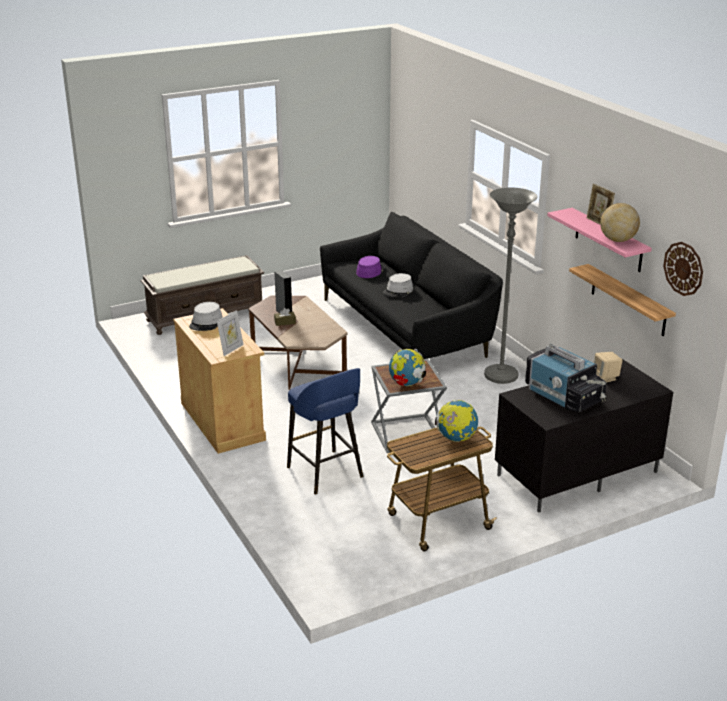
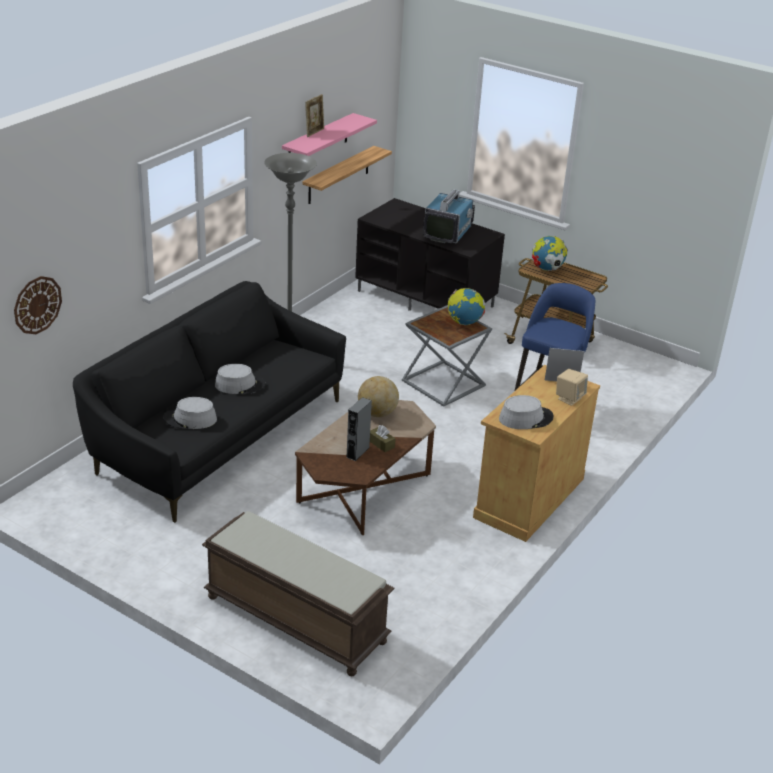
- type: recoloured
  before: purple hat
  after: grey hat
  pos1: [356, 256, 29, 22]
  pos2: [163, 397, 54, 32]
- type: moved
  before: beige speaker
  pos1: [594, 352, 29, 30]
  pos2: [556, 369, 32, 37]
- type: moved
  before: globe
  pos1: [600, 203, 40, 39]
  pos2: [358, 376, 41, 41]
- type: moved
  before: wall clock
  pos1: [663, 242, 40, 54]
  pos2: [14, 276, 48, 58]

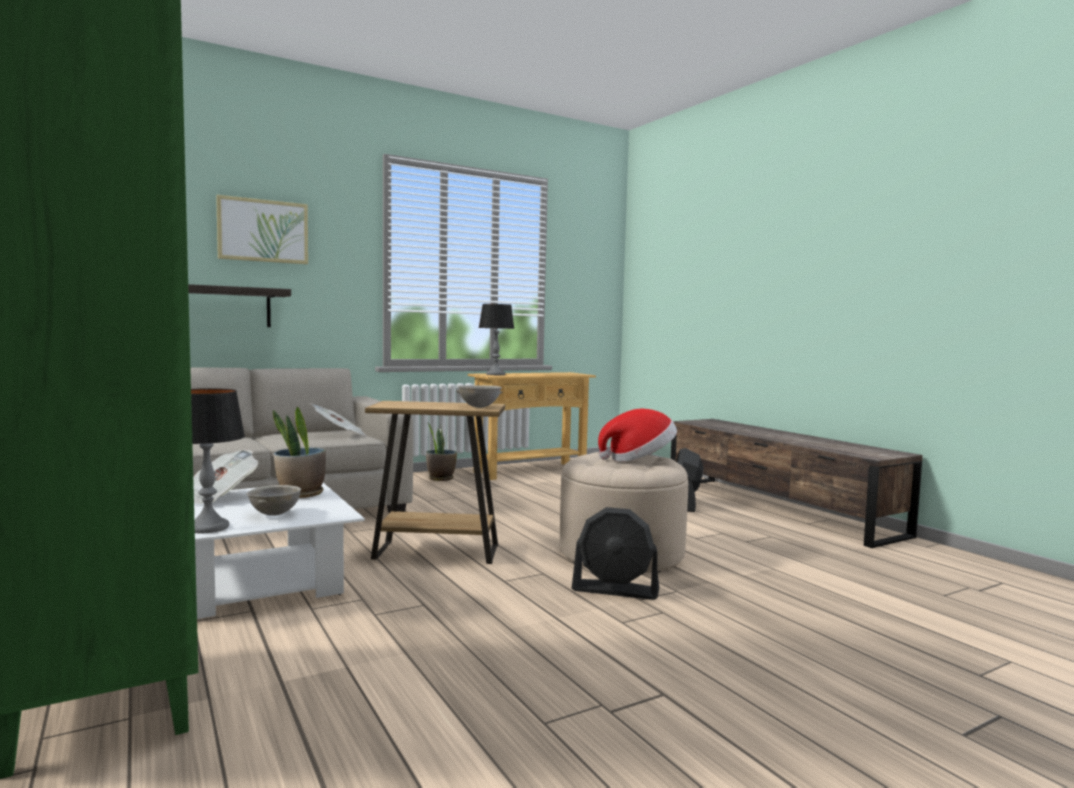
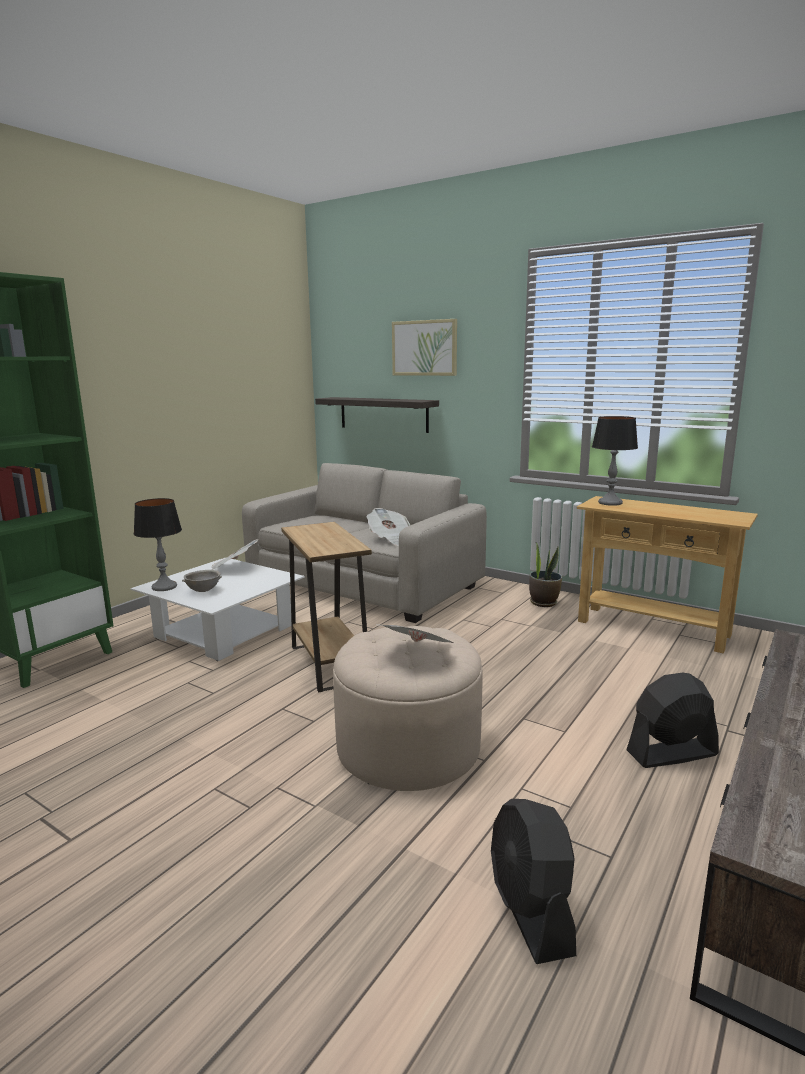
- type: removed
  before: potted plant
  pos1: [273, 407, 53, 91]
- type: removed
  before: grey bowl
  pos1: [456, 385, 46, 23]
- type: moved
  before: black fan
  pos1: [572, 507, 87, 93]
  pos2: [491, 799, 85, 165]
- type: replaced
  before: hat
  after: newspaper
  pos1: [598, 409, 79, 53]
  pos2: [376, 624, 79, 20]

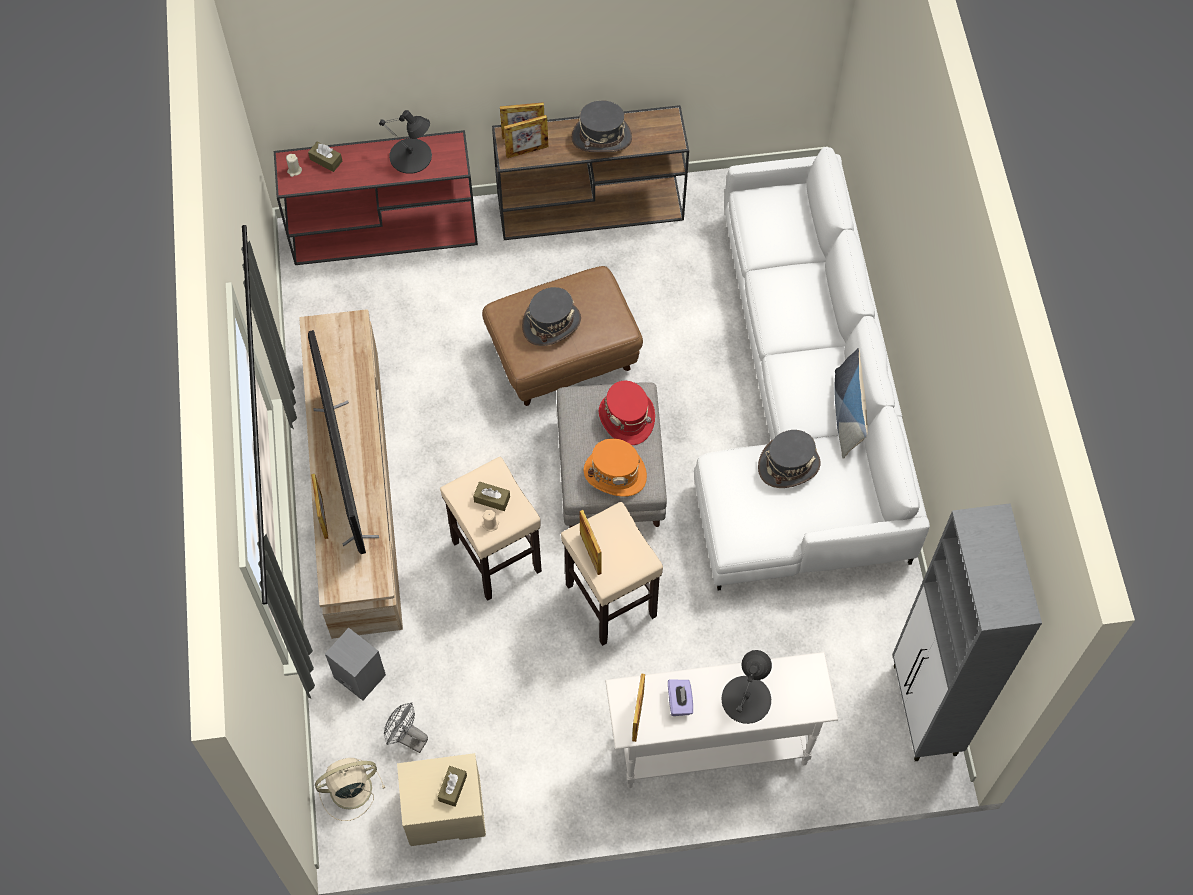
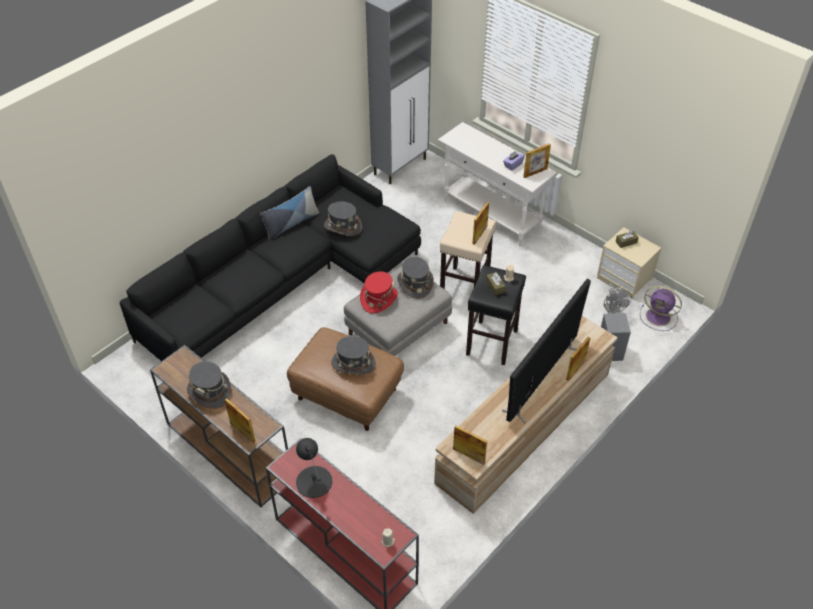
- type: removed
  before: brown tissue box
  pos1: [308, 141, 34, 31]
- type: recoloured
  before: beige fan
  after: purple fan
  pos1: [315, 758, 70, 63]
  pos2: [640, 286, 42, 45]
- type: recoloured
  before: beige stool
  after: black stool
  pos1: [440, 457, 102, 144]
  pos2: [466, 265, 60, 100]
- type: moved
  before: picture frame
  pos1: [504, 115, 44, 43]
  pos2: [453, 426, 34, 39]
- type: recoloured
  before: orange hat
  after: grey hat
  pos1: [583, 439, 64, 58]
  pos2: [397, 257, 37, 42]
- type: recoloured
  before: white sofa
  after: black sofa
  pos1: [694, 147, 236, 444]
  pos2: [119, 154, 302, 207]
- type: removed
  before: black table lamp
  pos1: [722, 650, 50, 74]

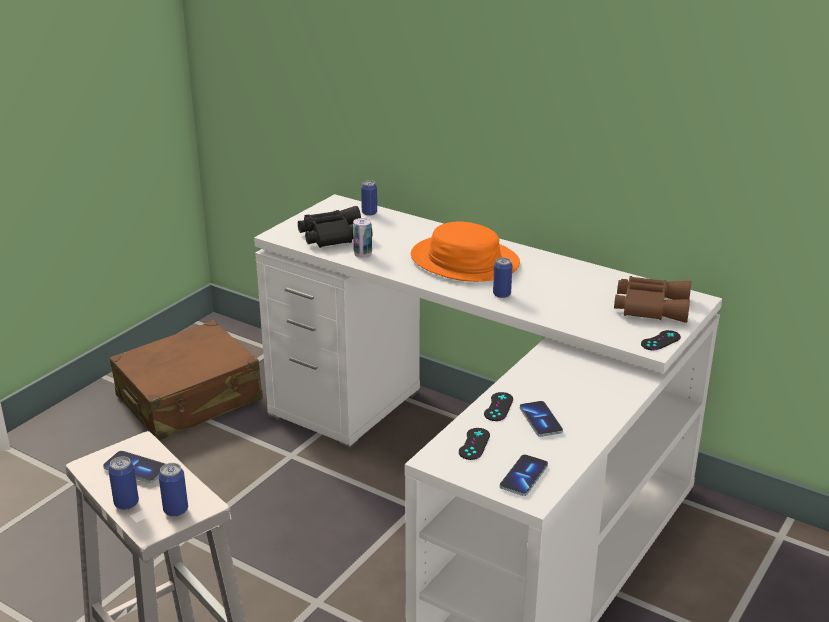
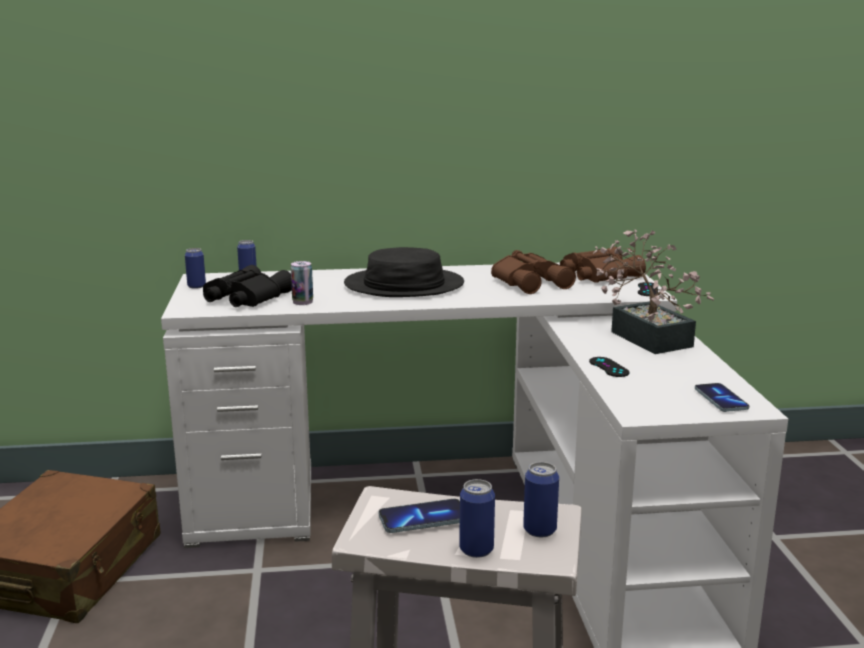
- type: recoloured
  before: orange hat
  after: black hat
  pos1: [411, 221, 109, 61]
  pos2: [344, 247, 120, 50]
- type: removed
  before: black game controller
  pos1: [459, 428, 31, 32]
- type: moved
  before: can
  pos1: [493, 257, 19, 41]
  pos2: [185, 248, 21, 41]
- type: removed
  before: phone
  pos1: [520, 401, 43, 36]
- type: added
  after: brown binoculars
  pos2: [491, 250, 85, 44]
- type: added
  after: potted plant
  pos2: [593, 229, 121, 125]

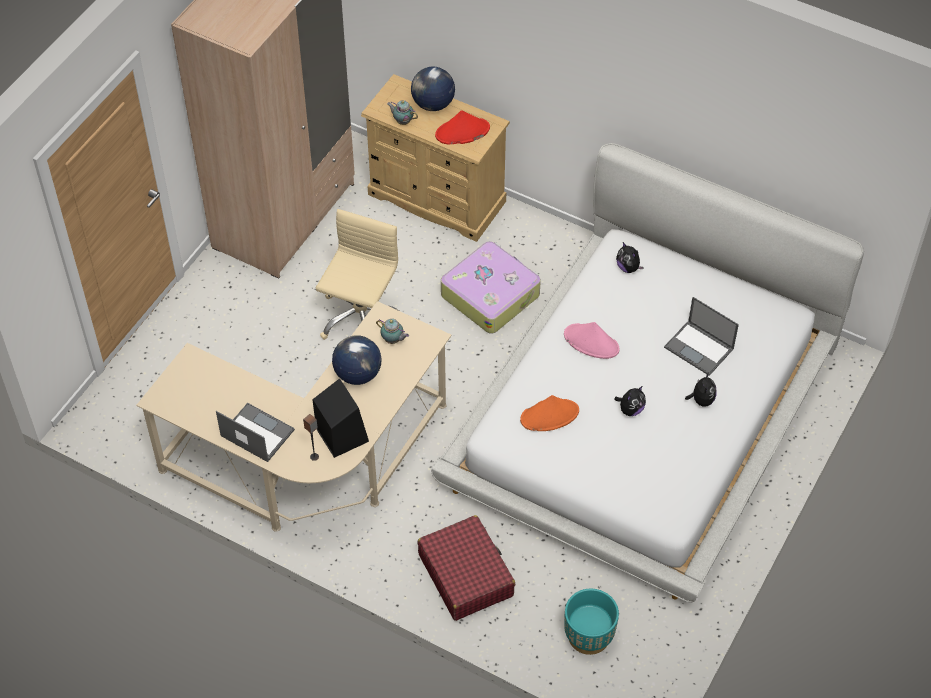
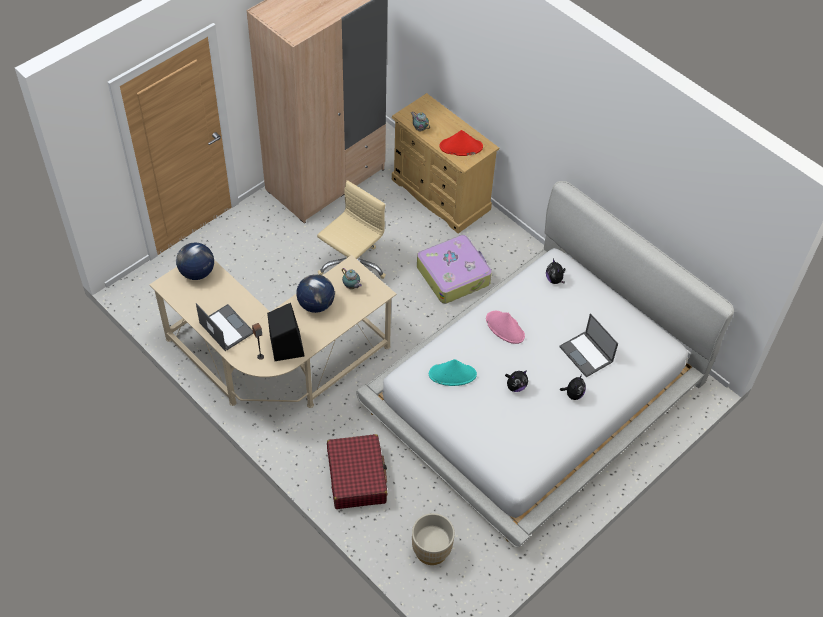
- type: moved
  before: globe
  pos1: [411, 67, 44, 44]
  pos2: [176, 243, 38, 37]
- type: recoloured
  before: orange hat
  after: turquoise hat
  pos1: [520, 395, 59, 36]
  pos2: [429, 359, 48, 27]
- type: recoloured
  before: turquoise planter
  after: beige planter
  pos1: [564, 589, 55, 66]
  pos2: [412, 513, 43, 52]

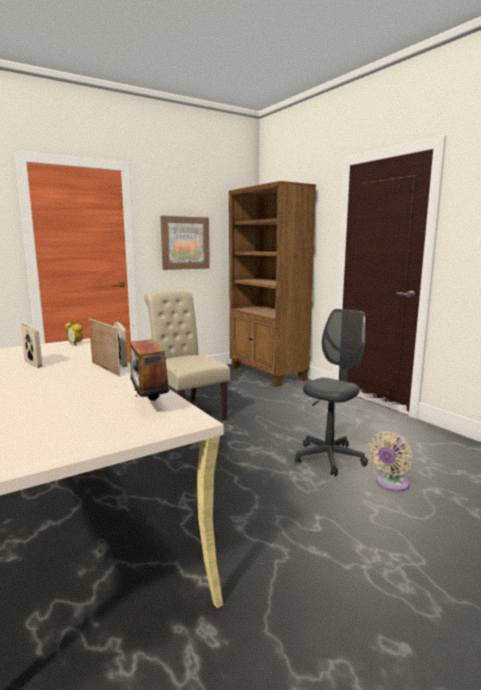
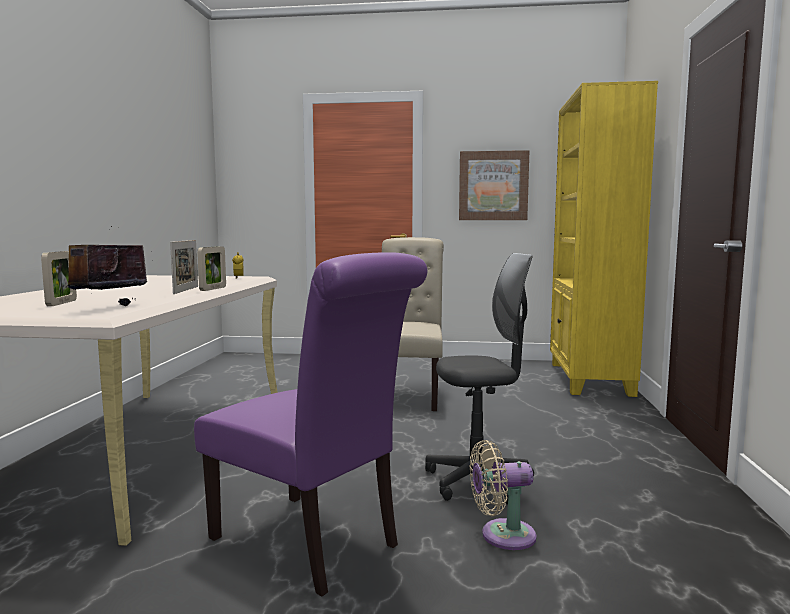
- type: moved
  before: picture frame
  pos1: [21, 323, 21, 45]
  pos2: [41, 251, 36, 55]
- type: recoloured
  before: brown bookcase
  after: yellow bookcase
  pos1: [229, 181, 87, 206]
  pos2: [550, 81, 108, 316]
- type: added
  after: purple chair
  pos2: [194, 252, 234, 345]

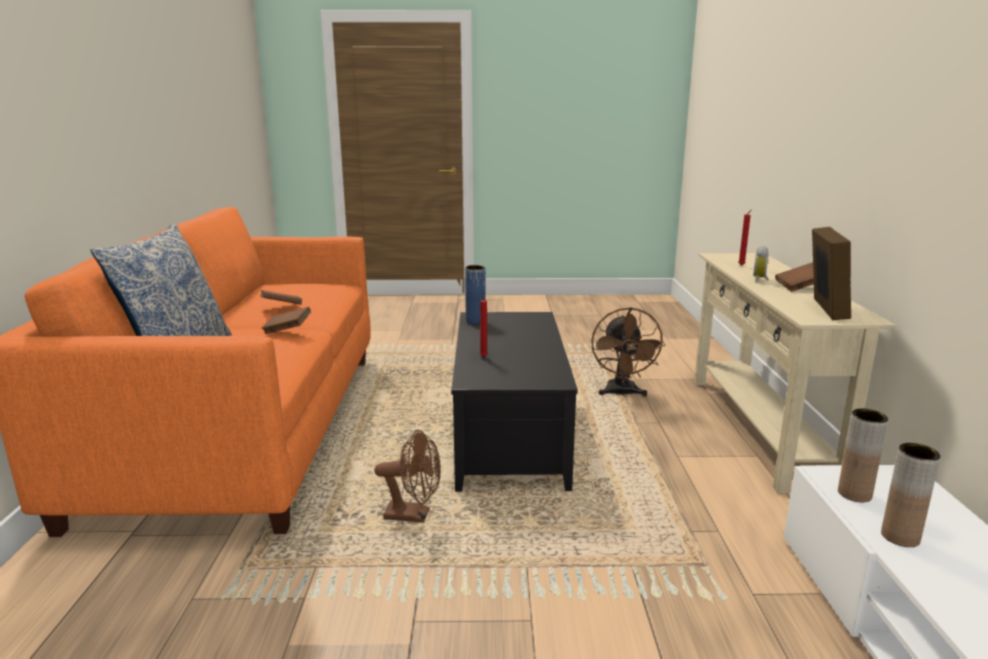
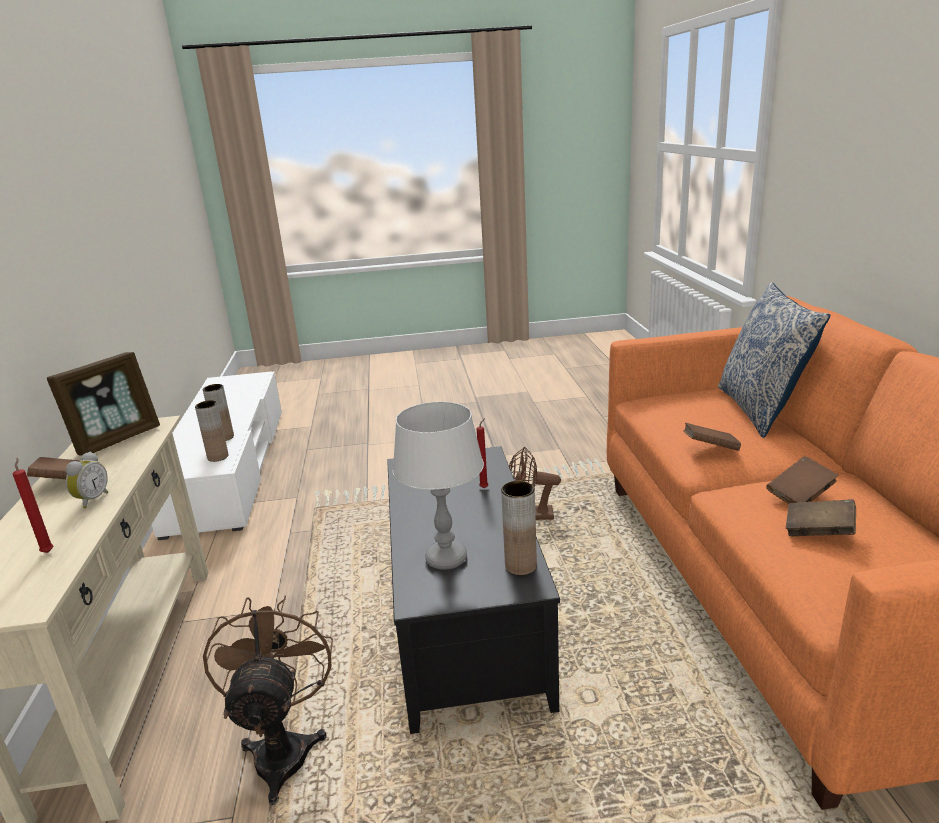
- type: recoloured
  before: blue vase
  after: brown vase
  pos1: [465, 265, 21, 59]
  pos2: [501, 481, 36, 94]
- type: turned
  before: picture frame
  pos1: [812, 227, 39, 93]
  pos2: [47, 352, 113, 104]
  turn: -150
- type: added
  after: grey table lamp
  pos2: [393, 402, 91, 168]
- type: added
  after: brown book
  pos2: [786, 499, 70, 37]

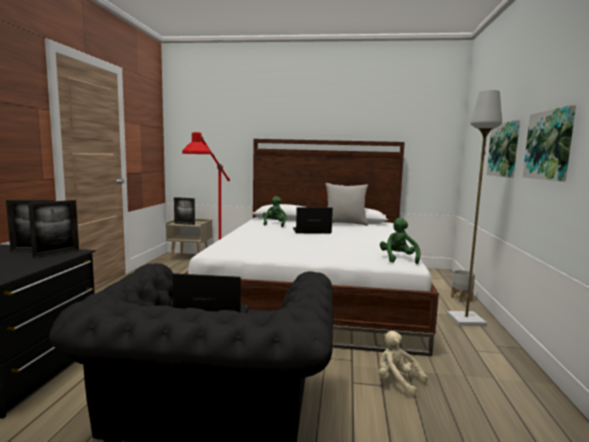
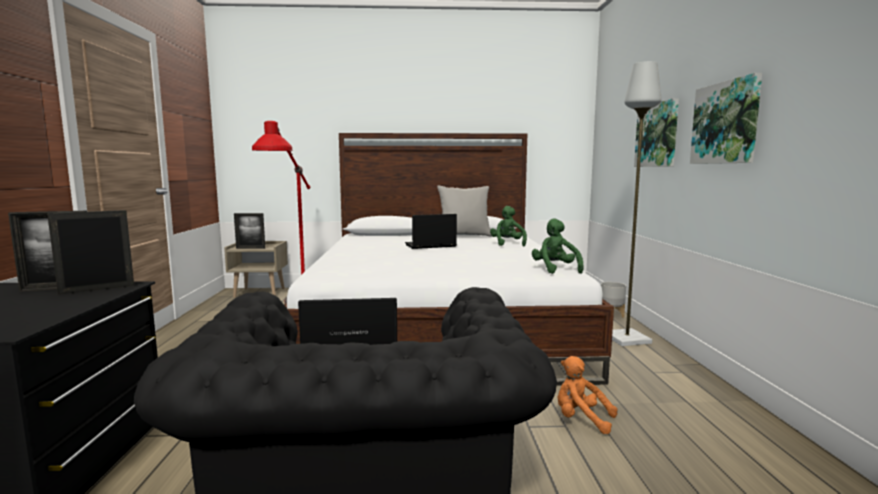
- type: turned
  before: picture frame
  pos1: [28, 200, 51, 58]
  pos2: [47, 210, 87, 85]
  turn: -150
- type: moved
  before: green plush toy
  pos1: [263, 196, 24, 31]
  pos2: [490, 206, 37, 40]
- type: recoloured
  before: beige plush toy
  after: orange plush toy
  pos1: [378, 331, 50, 65]
  pos2: [558, 356, 60, 78]

